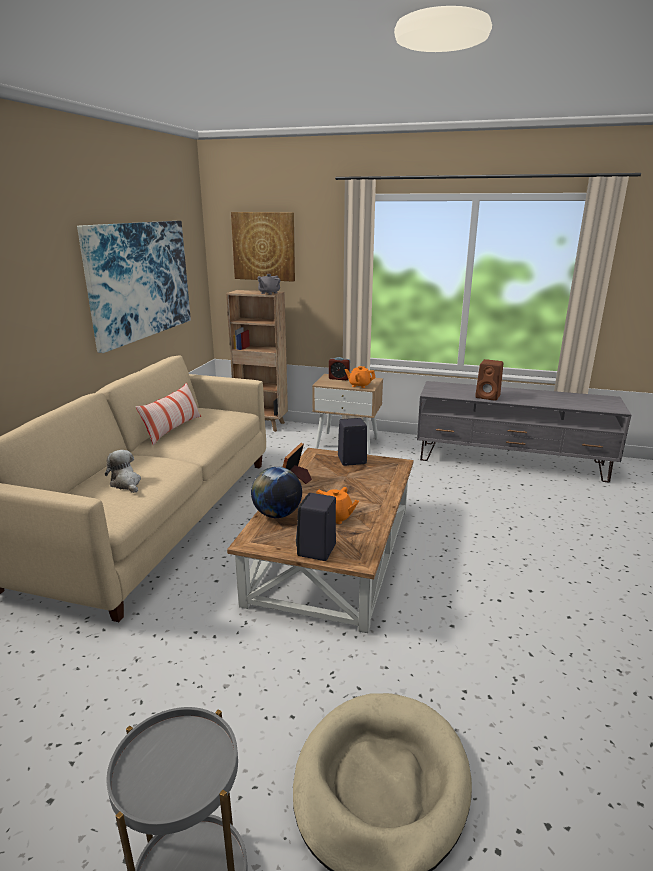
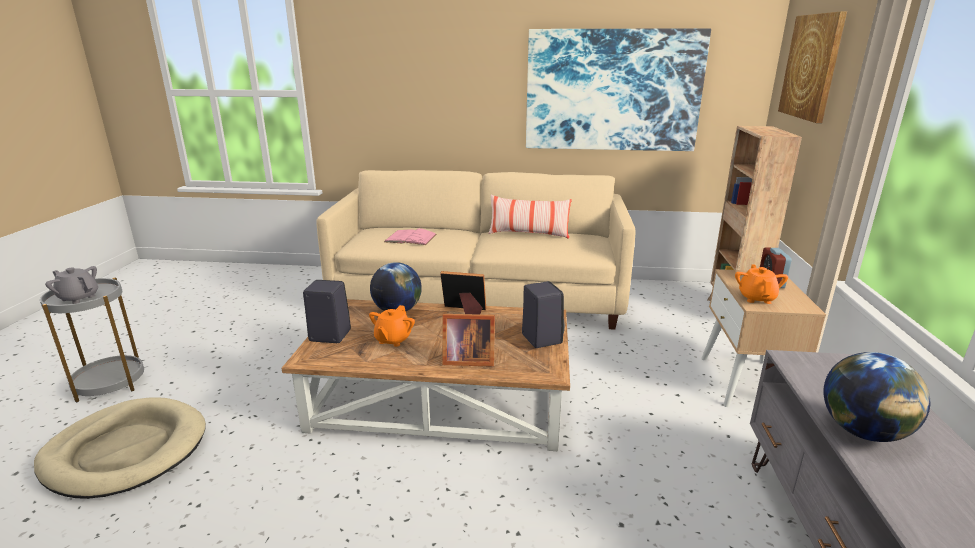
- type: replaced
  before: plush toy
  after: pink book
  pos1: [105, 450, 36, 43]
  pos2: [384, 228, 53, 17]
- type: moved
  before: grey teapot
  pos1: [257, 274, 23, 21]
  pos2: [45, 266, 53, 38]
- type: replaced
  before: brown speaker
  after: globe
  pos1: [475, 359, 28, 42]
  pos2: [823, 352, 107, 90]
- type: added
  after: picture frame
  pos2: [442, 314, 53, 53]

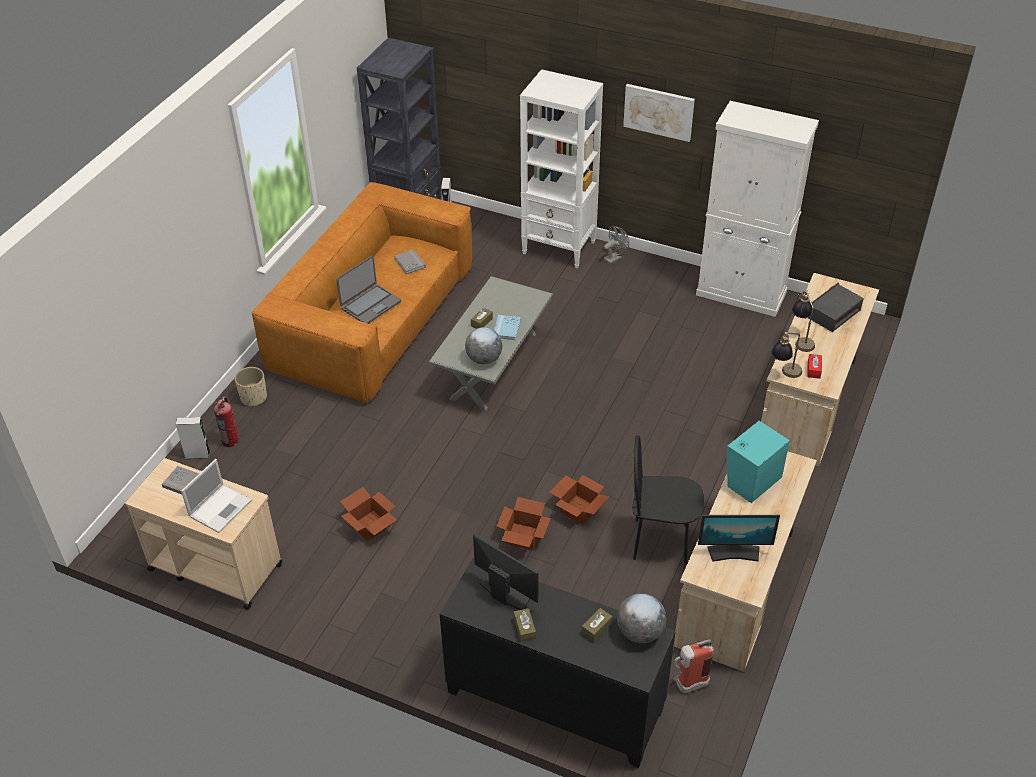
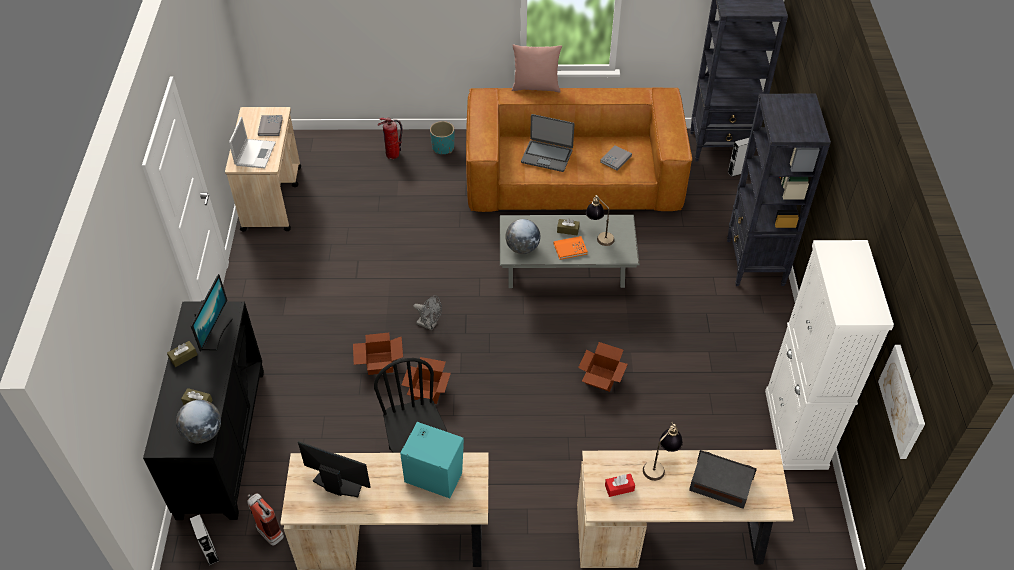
- type: moved
  before: grey speaker
  pos1: [176, 417, 35, 42]
  pos2: [190, 514, 29, 52]
- type: turned
  before: laptop
  pos1: [181, 459, 71, 74]
  pos2: [229, 117, 47, 52]
  turn: -90
- type: recoloured
  before: beige planter
  after: turquoise planter
  pos1: [235, 367, 32, 39]
  pos2: [430, 121, 24, 33]
- type: moved
  before: cardboard box
  pos1: [340, 487, 57, 54]
  pos2: [578, 342, 50, 50]
- type: recoloured
  before: blue book
  after: orange book
  pos1: [494, 315, 27, 25]
  pos2: [554, 236, 34, 24]
- type: recoloured
  before: white bookcase
  after: black bookcase
  pos1: [520, 69, 83, 200]
  pos2: [727, 94, 104, 192]
- type: moved
  before: grey fan
  pos1: [604, 226, 25, 38]
  pos2: [413, 296, 29, 34]
- type: moved
  before: picture
  pos1: [623, 84, 72, 58]
  pos2: [878, 345, 47, 114]
- type: turned
  before: monitor
  pos1: [698, 515, 82, 47]
  pos2: [298, 441, 72, 56]
  turn: 135
- type: moved
  before: table lamp
  pos1: [771, 332, 31, 46]
  pos2: [586, 195, 29, 51]
- type: added
  after: pink pillow
  pos2: [512, 44, 50, 48]

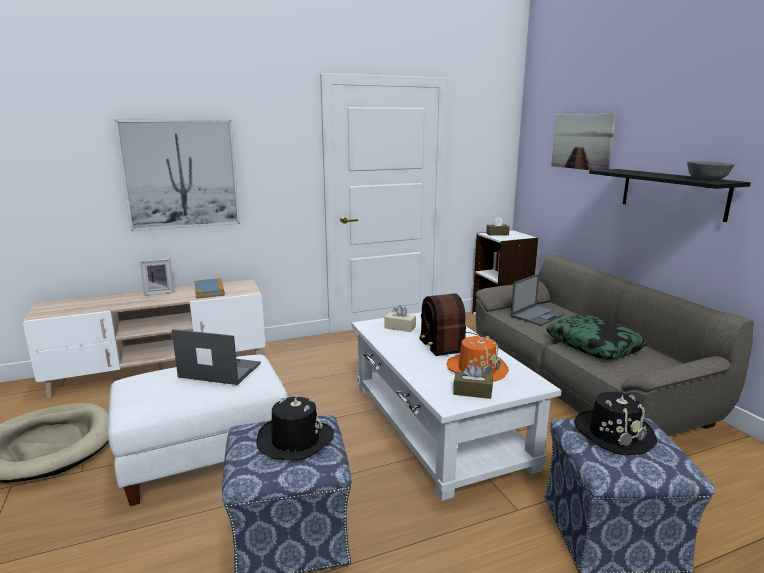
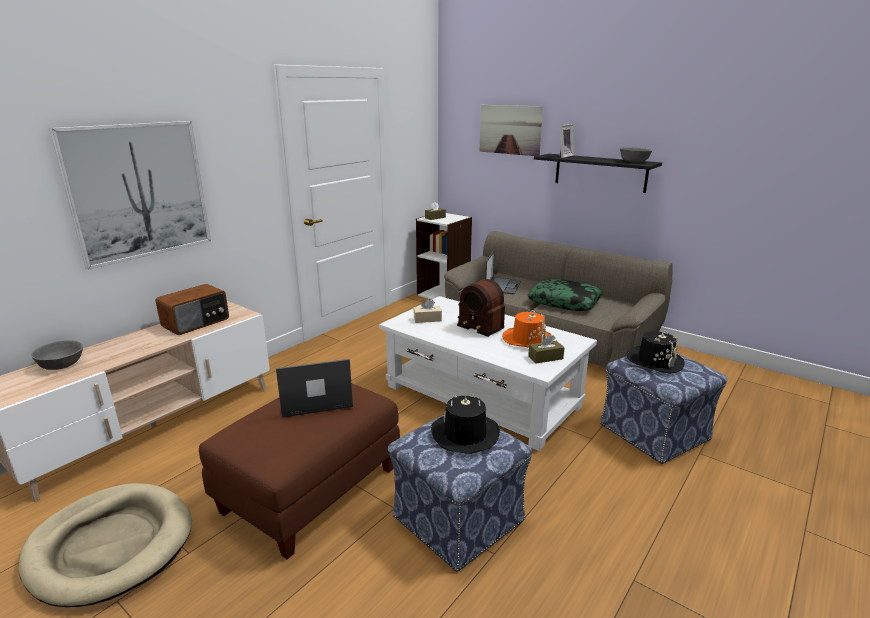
- type: recoloured
  before: white ottoman
  after: brown ottoman
  pos1: [108, 355, 180, 151]
  pos2: [199, 383, 201, 176]
- type: moved
  before: picture frame
  pos1: [140, 259, 34, 37]
  pos2: [559, 124, 16, 34]
- type: replaced
  before: book
  after: radio
  pos1: [195, 278, 30, 21]
  pos2: [155, 284, 74, 51]
- type: added
  after: grey bowl
  pos2: [31, 340, 52, 30]

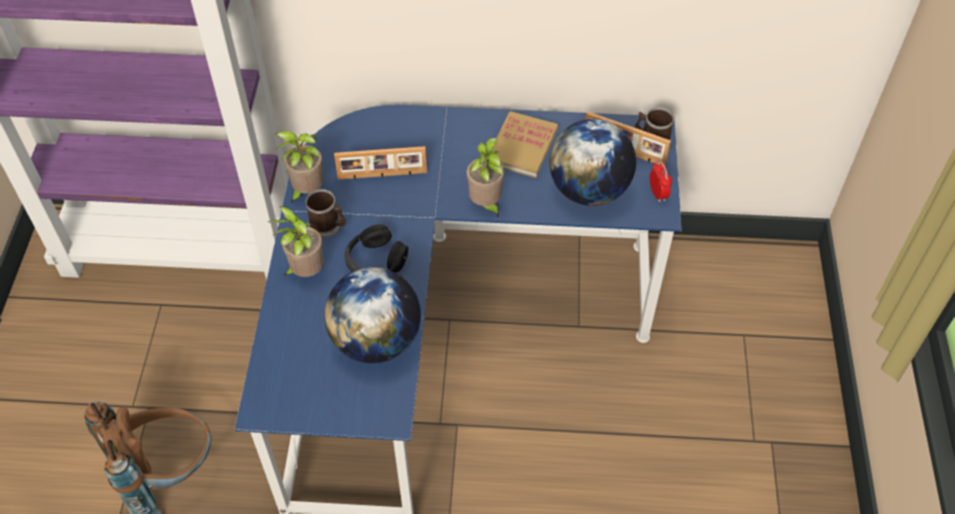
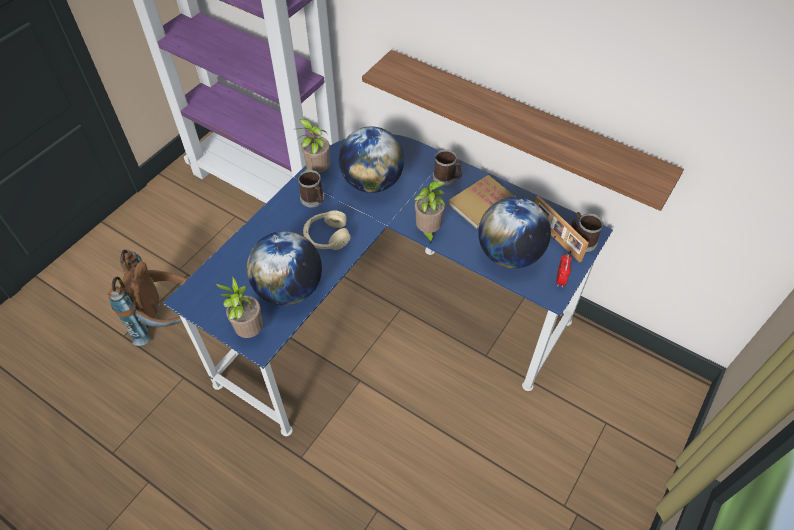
- type: moved
  before: potted plant
  pos1: [267, 207, 57, 70]
  pos2: [216, 276, 47, 62]
- type: replaced
  before: picture frame
  after: globe
  pos1: [334, 146, 93, 34]
  pos2: [339, 127, 65, 66]
- type: recoloured
  before: black headphones
  after: beige headphones
  pos1: [345, 224, 63, 48]
  pos2: [303, 210, 48, 40]
- type: added
  after: shelf
  pos2: [362, 50, 322, 161]
- type: added
  after: mug
  pos2: [433, 149, 29, 37]

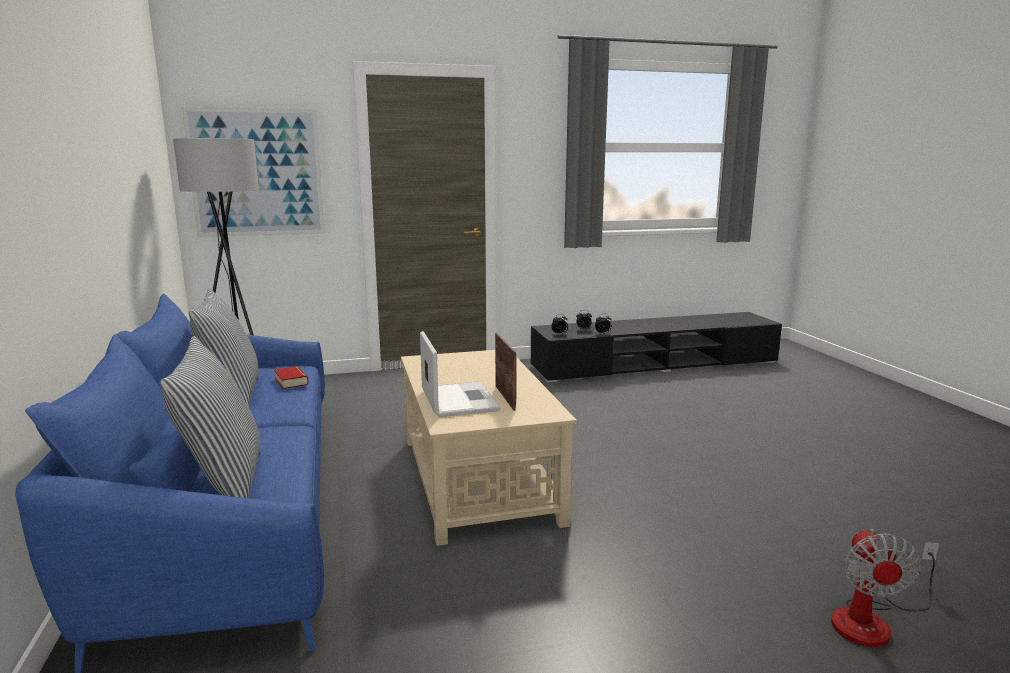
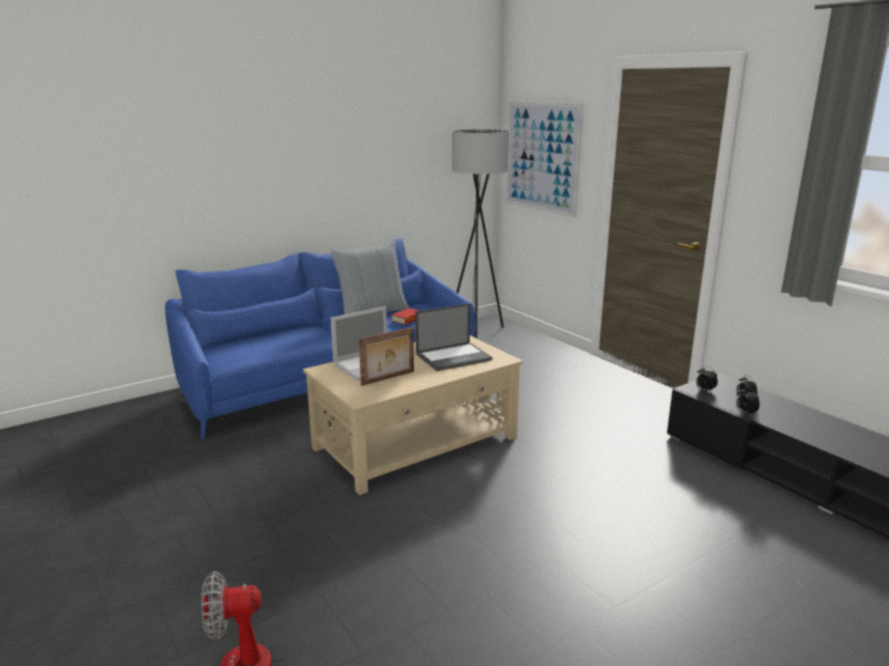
- type: removed
  before: pillow
  pos1: [160, 336, 101, 162]
- type: added
  after: laptop
  pos2: [415, 303, 77, 68]

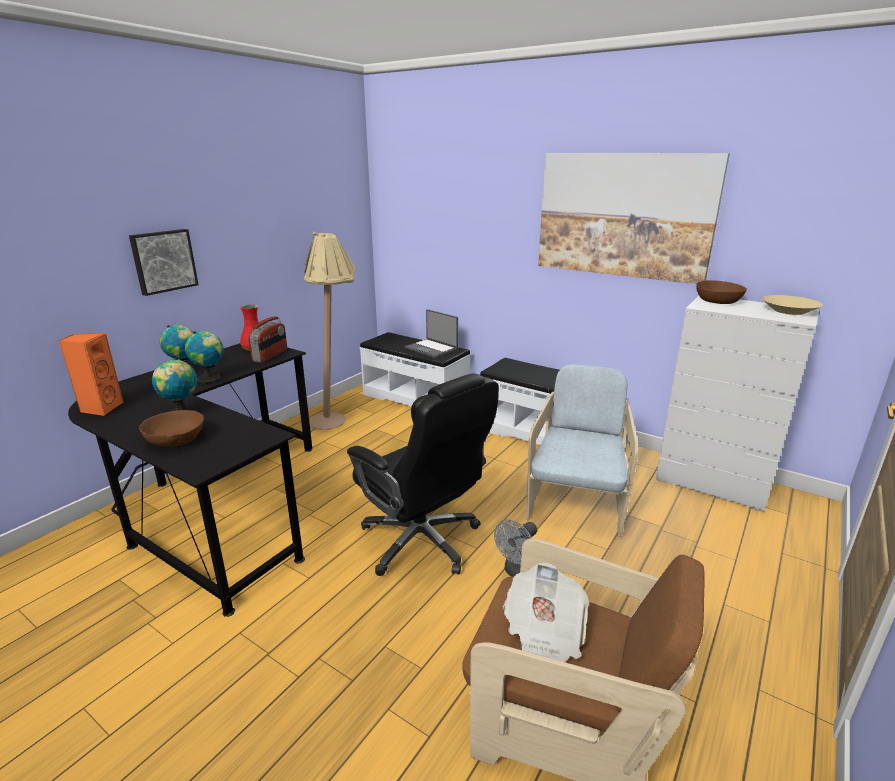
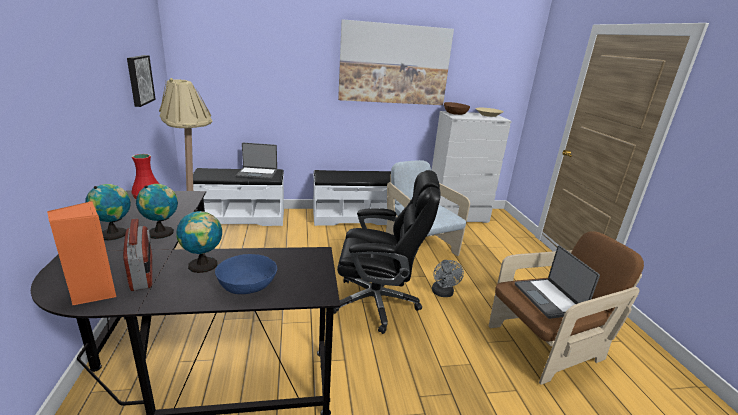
- type: moved
  before: picture
  pos1: [129, 229, 69, 67]
  pos2: [127, 55, 29, 52]
- type: recoloured
  before: brown bowl
  after: blue bowl
  pos1: [139, 410, 65, 37]
  pos2: [215, 254, 62, 40]
- type: moved
  before: radio
  pos1: [248, 316, 39, 47]
  pos2: [123, 219, 29, 72]
- type: replaced
  before: newspaper
  after: laptop
  pos1: [503, 563, 86, 99]
  pos2: [515, 245, 85, 74]

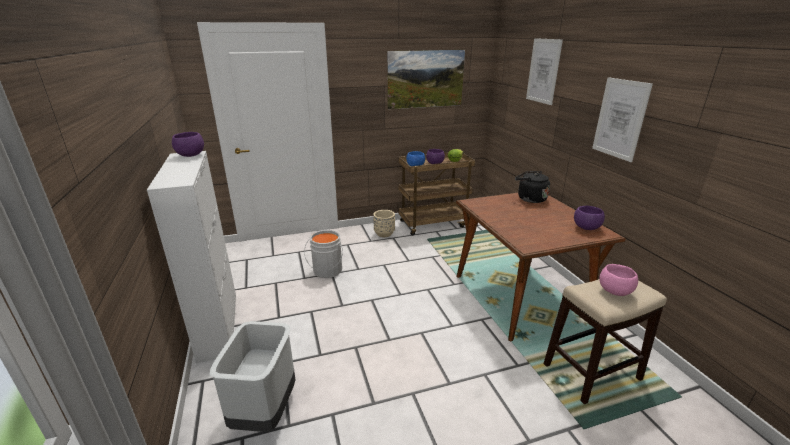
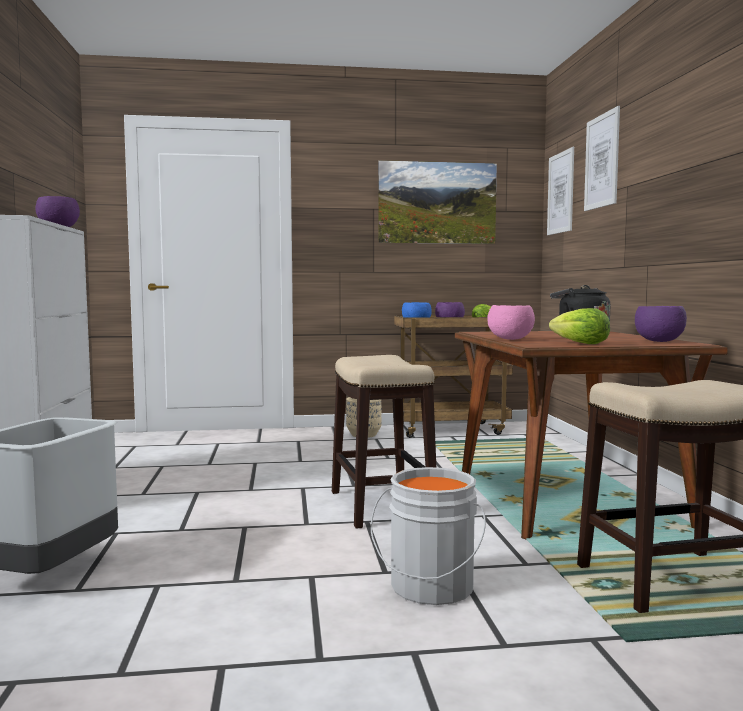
- type: moved
  before: grey bucket
  pos1: [304, 230, 39, 48]
  pos2: [371, 467, 115, 138]
- type: moved
  before: picture
  pos1: [592, 77, 61, 85]
  pos2: [547, 147, 27, 88]
- type: moved
  before: pink bowl
  pos1: [599, 264, 39, 32]
  pos2: [487, 305, 48, 35]
- type: added
  after: stool
  pos2: [332, 355, 104, 174]
- type: added
  after: lettuce
  pos2: [549, 308, 61, 36]

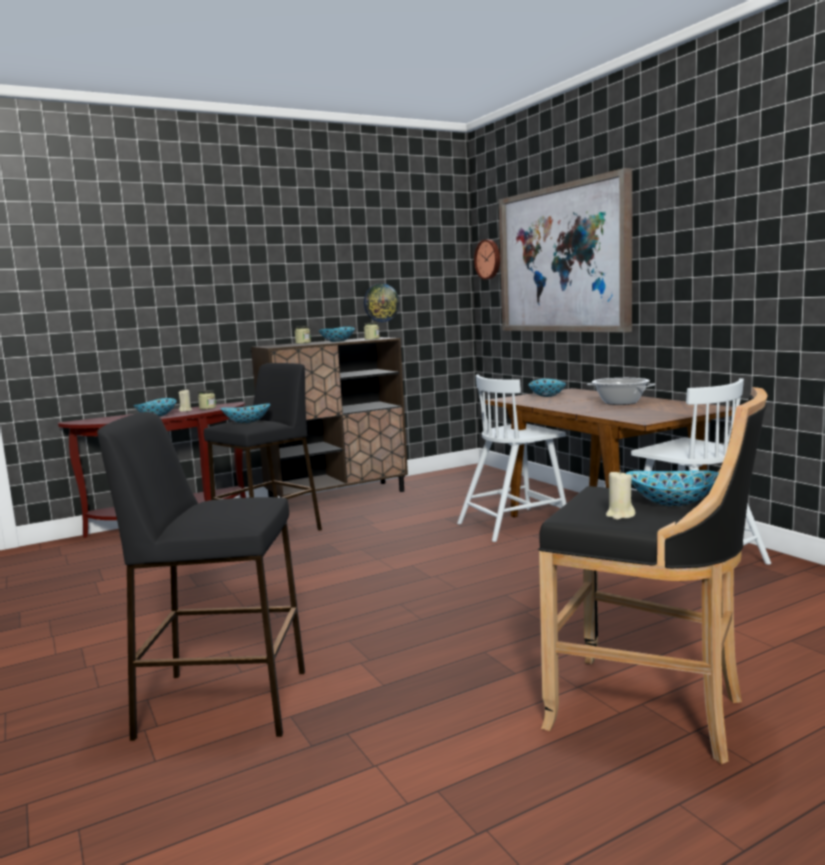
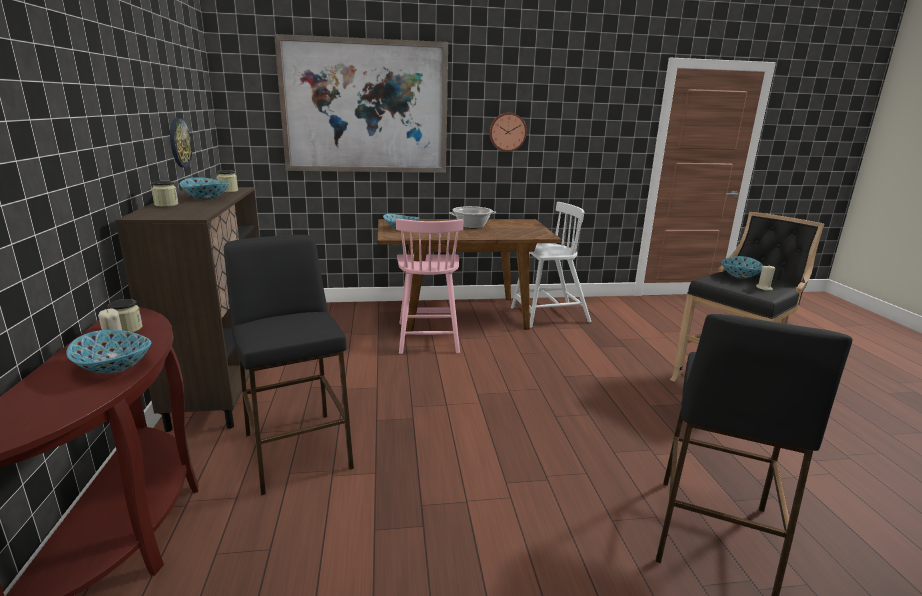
- type: removed
  before: bowl
  pos1: [220, 404, 50, 19]
- type: recoloured
  before: white chair
  after: pink chair
  pos1: [457, 374, 110, 168]
  pos2: [396, 218, 67, 136]
- type: moved
  before: wall clock
  pos1: [474, 240, 26, 40]
  pos2: [489, 113, 38, 39]

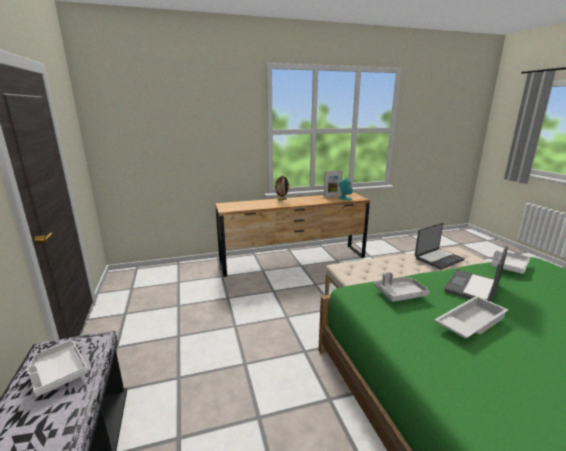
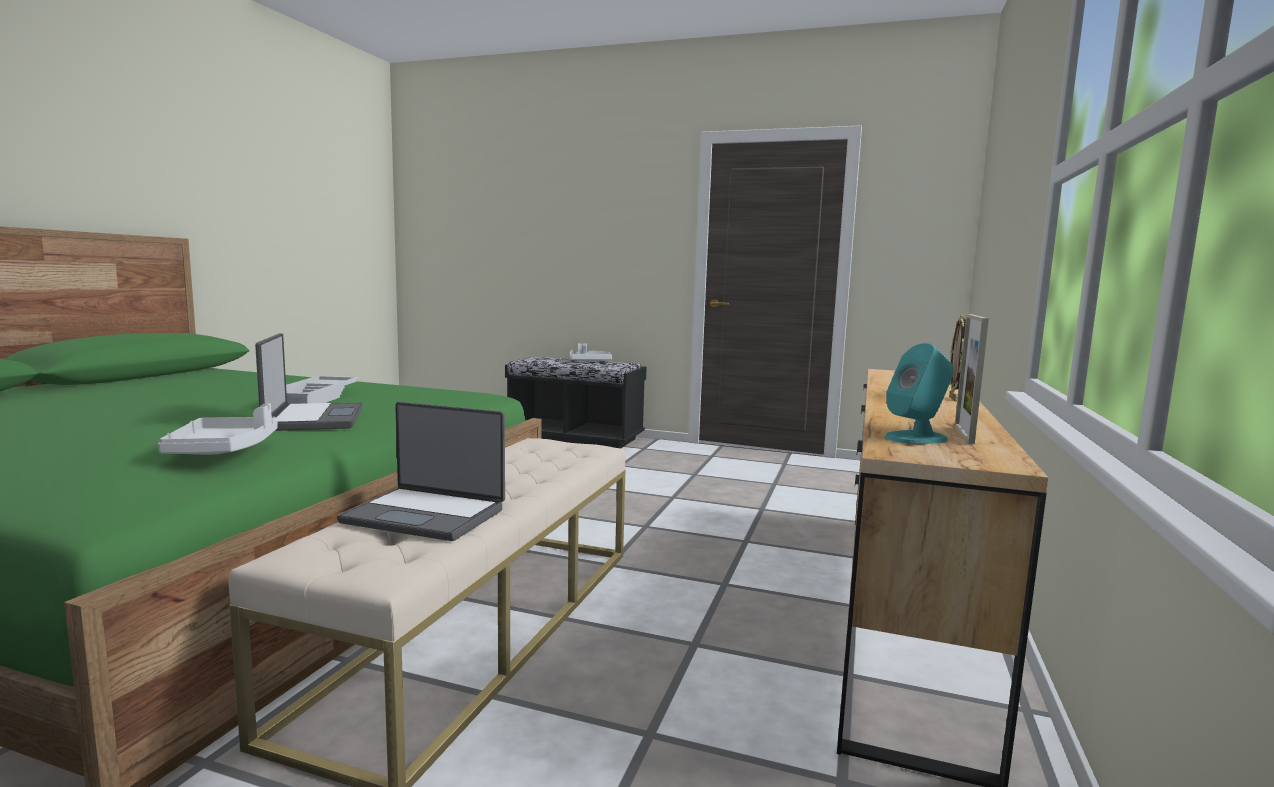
- type: removed
  before: grey tray
  pos1: [375, 272, 55, 30]
- type: turned
  before: laptop
  pos1: [415, 223, 50, 47]
  pos2: [337, 402, 168, 139]
  turn: -75

